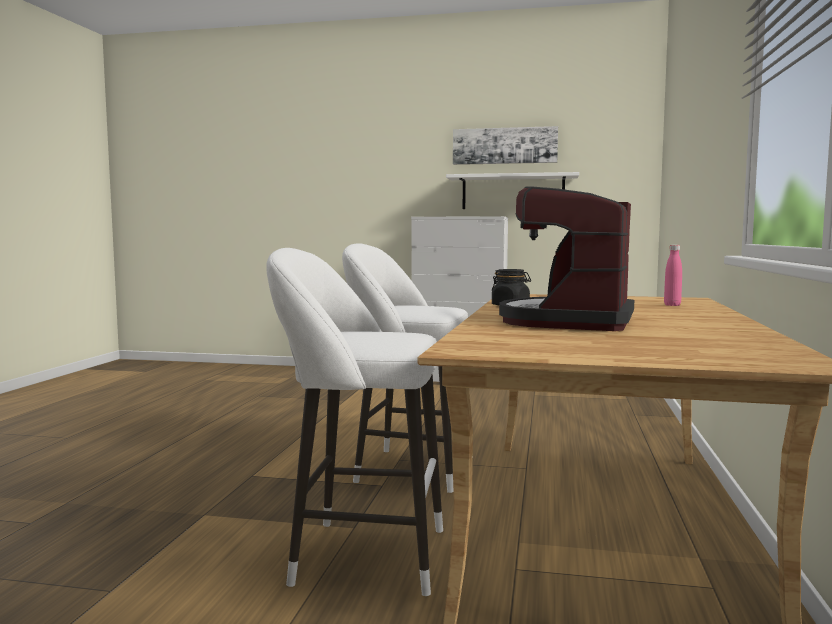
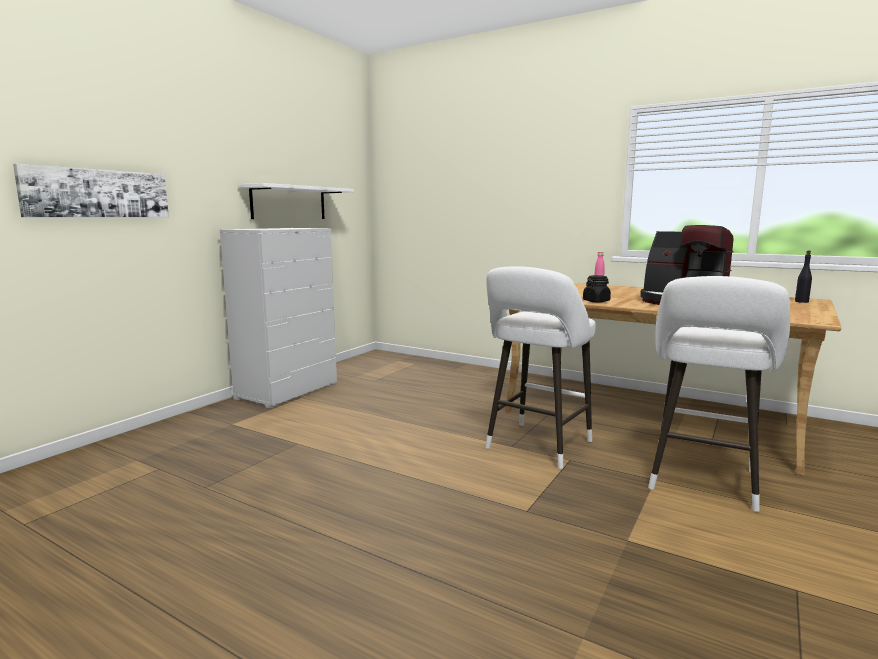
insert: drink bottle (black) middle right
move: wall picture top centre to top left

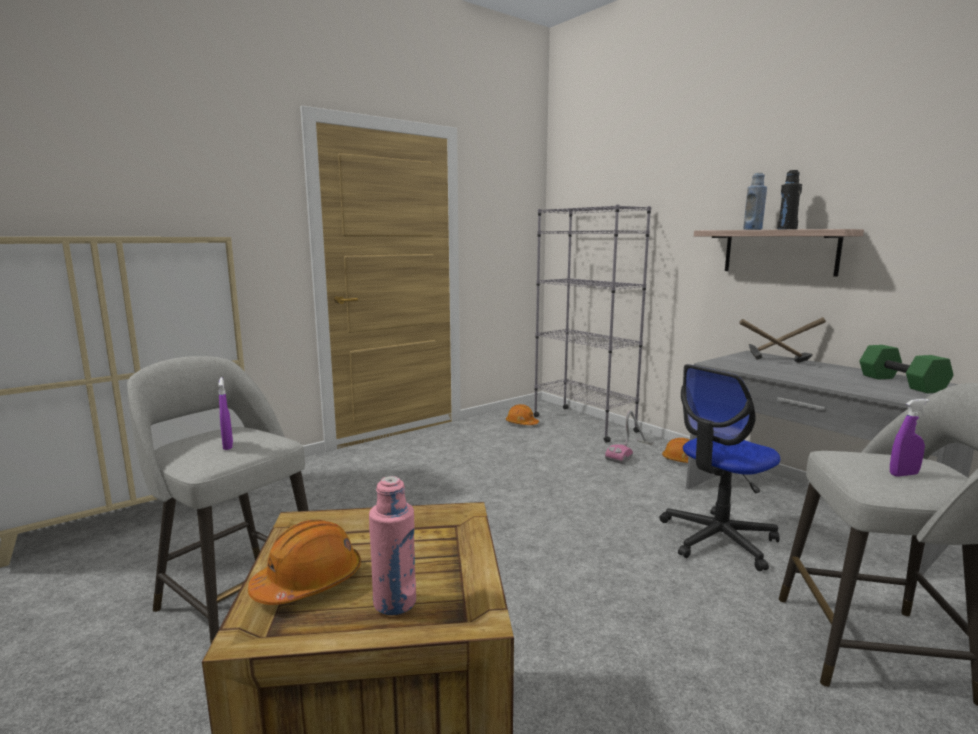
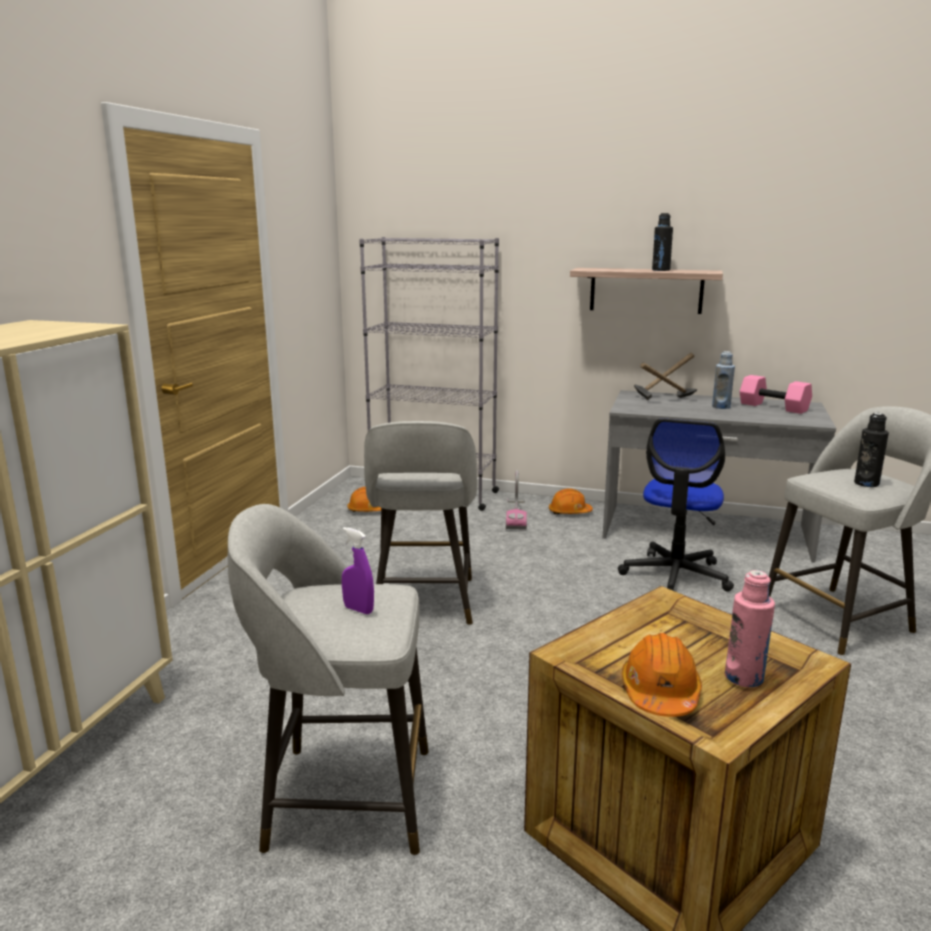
insert: sitting stool (grey) (2nd from left) centre
move: drink bottle (blue-coloured) top right to middle right
replace: sprayer (purple) (2nd from left) middle right to drink bottle (black) (2nd from left) middle right
recolor: hand weight (green) middle right to hand weight (pinkish) middle right

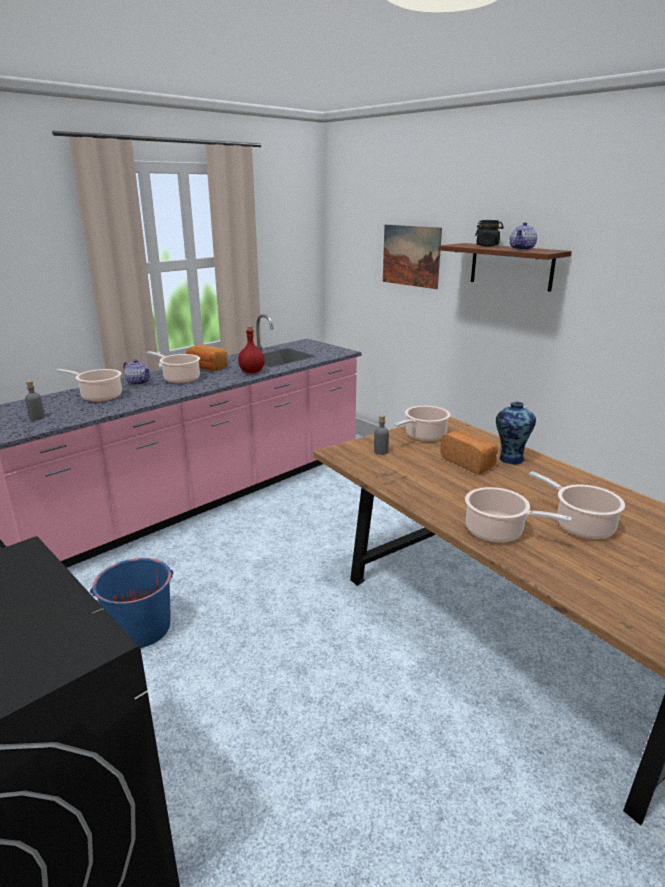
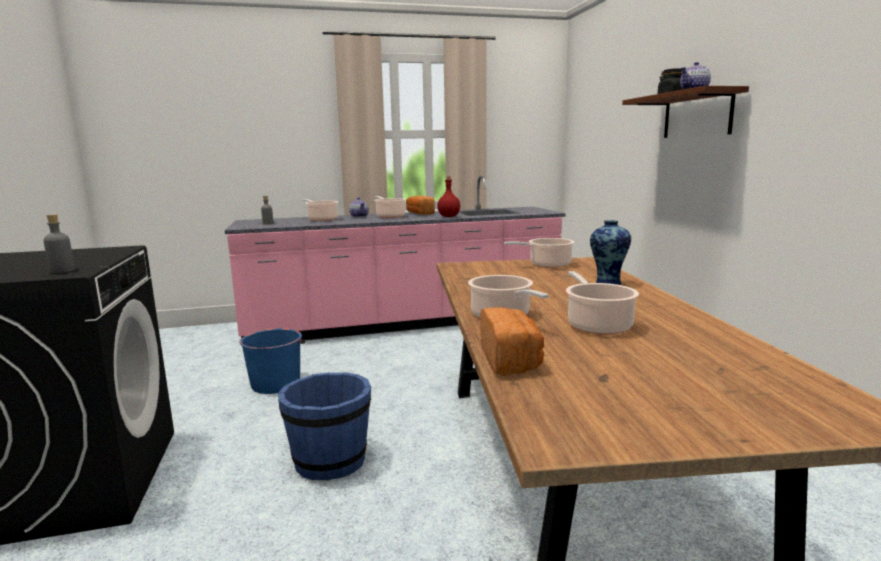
delete: wall picture top centre
insert: water bucket (blue-coloured) (2nd from left) bottom centre
move: drink bottle (grey) (2nd from left in the first image) centre to drink bottle (grey) (1st from left) middle left; bread (2nd from left) middle right to centre

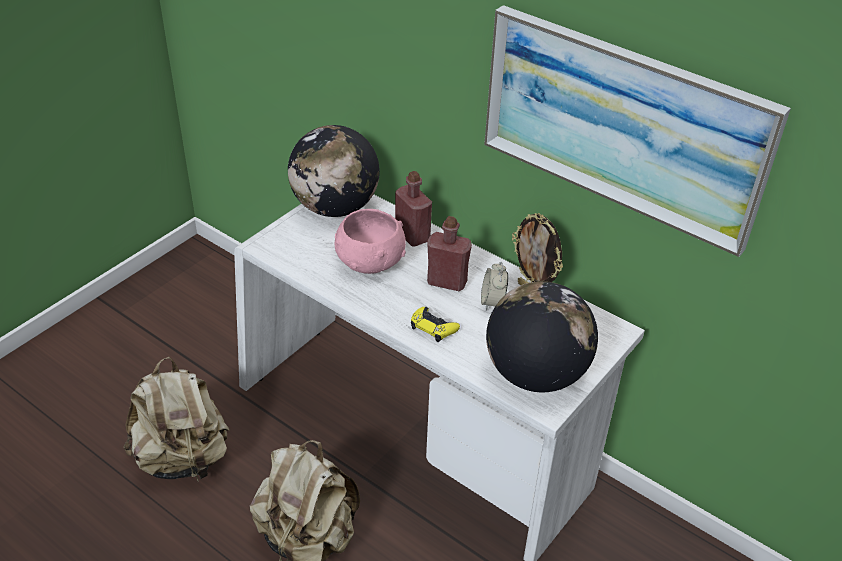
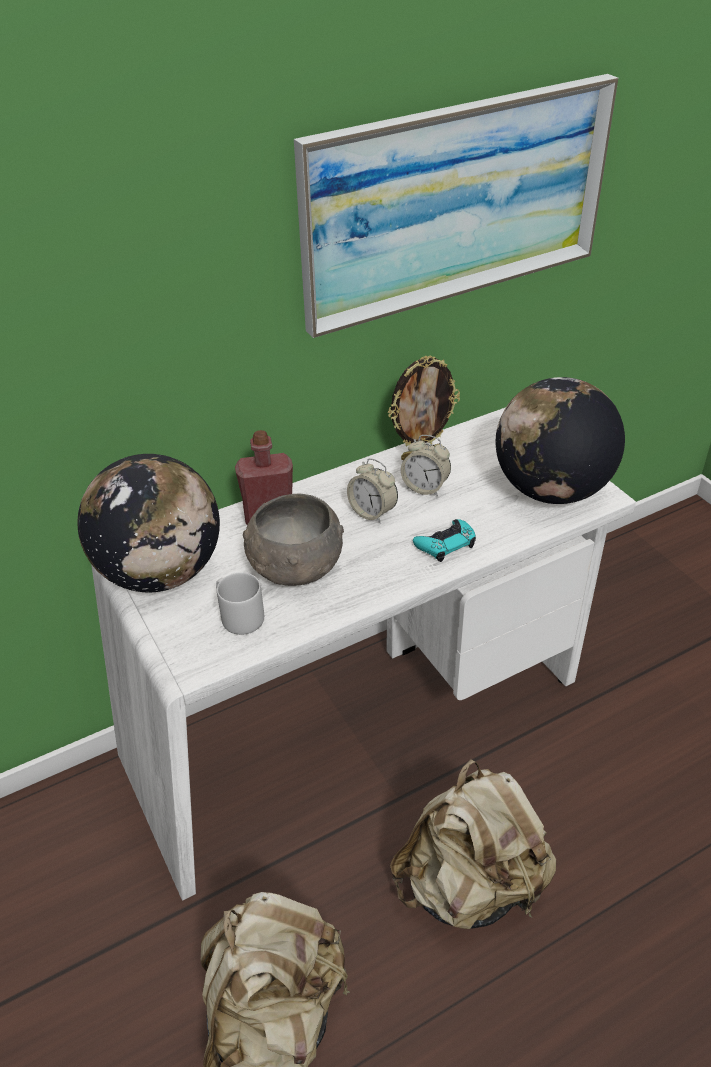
insert: mug (grey) centre
replace: drink bottle (reddish) (2nd from left) centre to alarm clock (1st from left) centre
recolor: bowl (pinkish) centre to bowl (grey) centre; joypad (yellow) centre to joypad (turquoise-coloured) centre

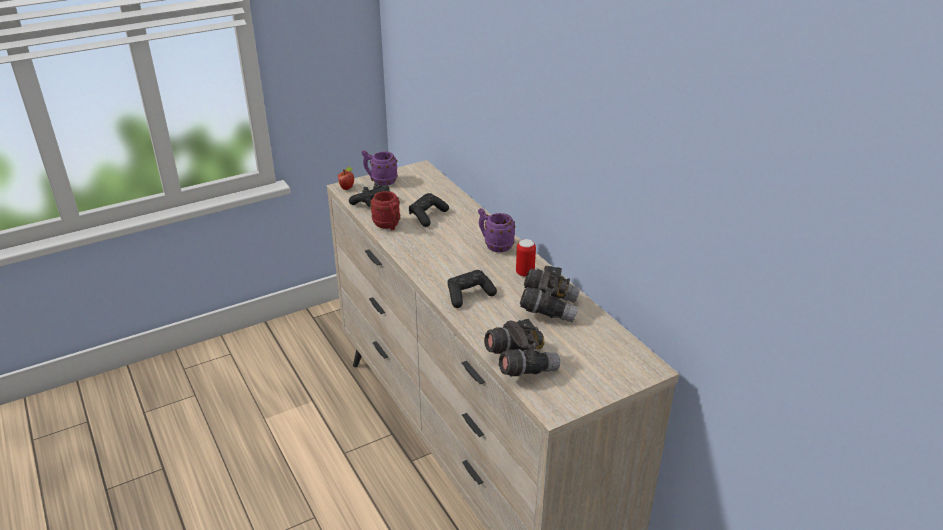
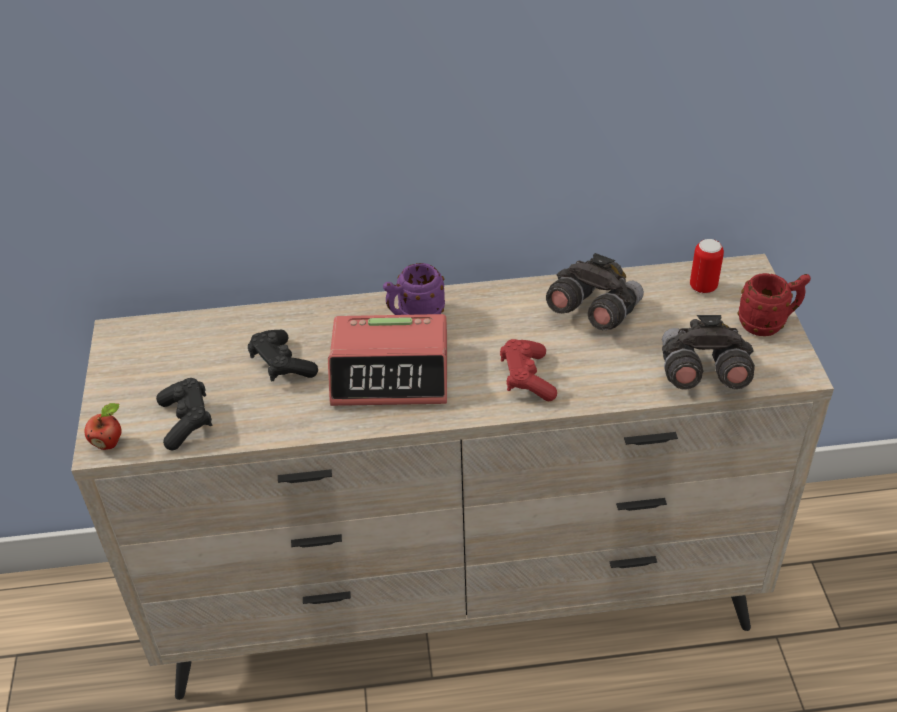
delete: mug (purple) (1st from left) top centre
insert: alarm clock centre
move: mug (reddish) centre to middle right; metal can centre to middle right
recolor: joypad (black) (3rd from left) centre to joypad (reddish) centre

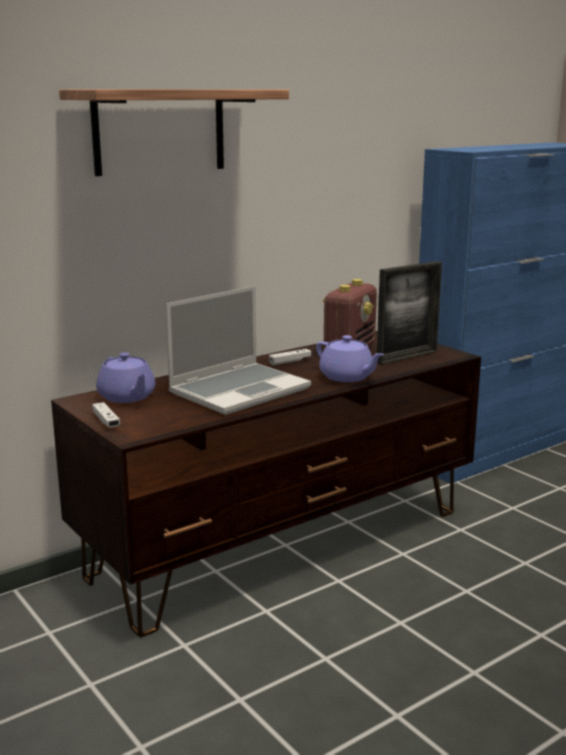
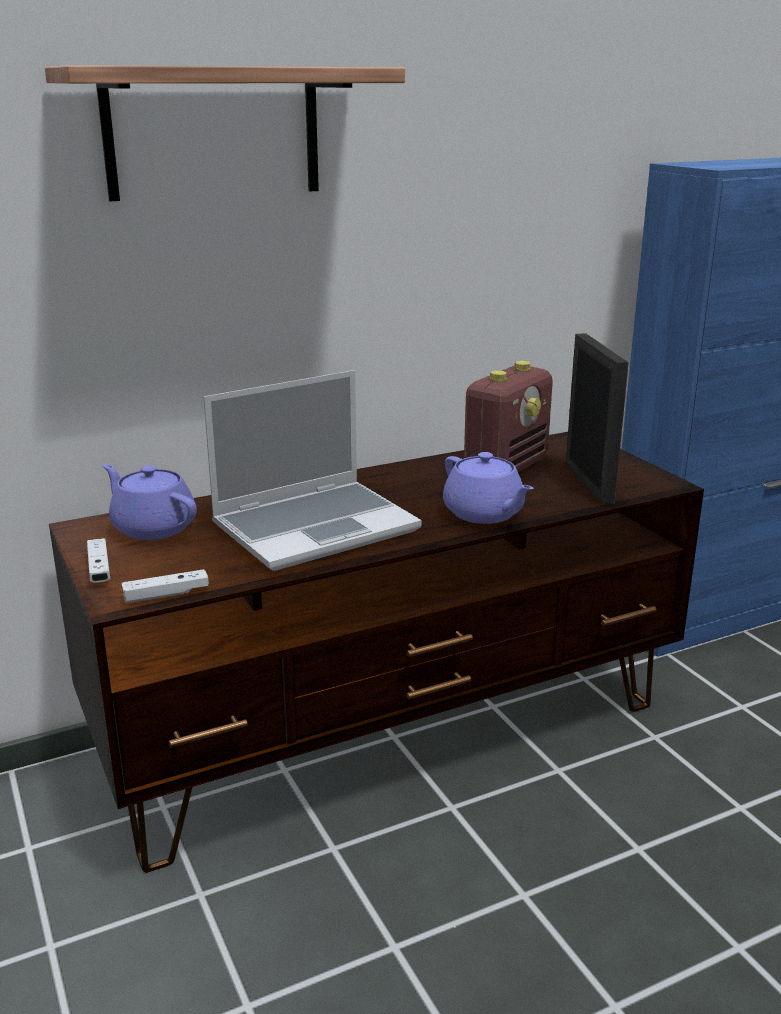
move: joypad (whitish) (2nd from left) centre to middle left
rotate: teapot (purple) (1st from left) middle left = middle left 150 degrees clockwise; standing frame middle right = middle right 75 degrees counterclockwise

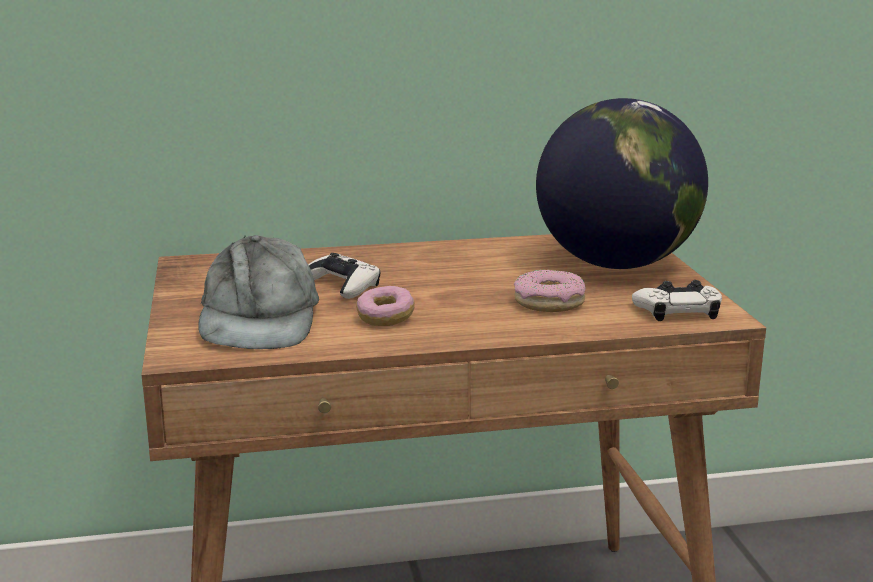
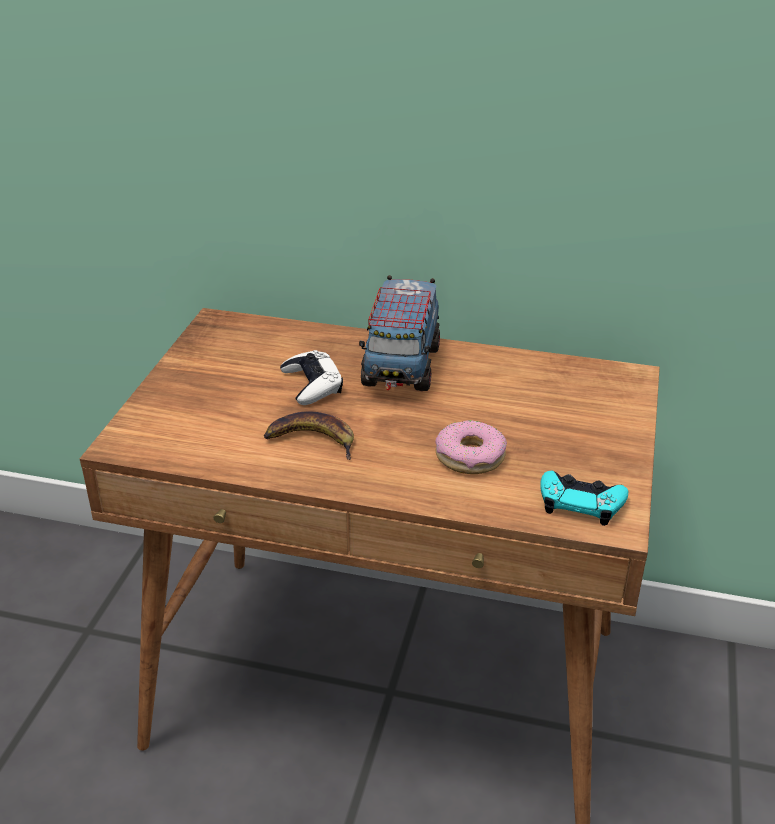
delete: baseball cap (grey) middle left; desk globe top right
insert: toy truck centre
replace: doughnut (1st from left) centre to banana centre
recolor: joypad (whitish) (2nd from left) middle right to joypad (turquoise-coloured) middle right

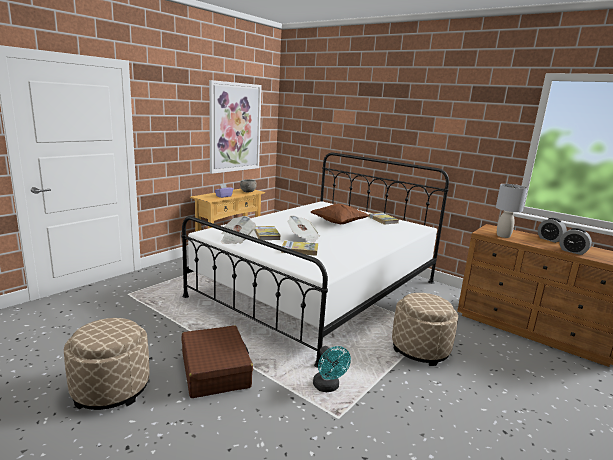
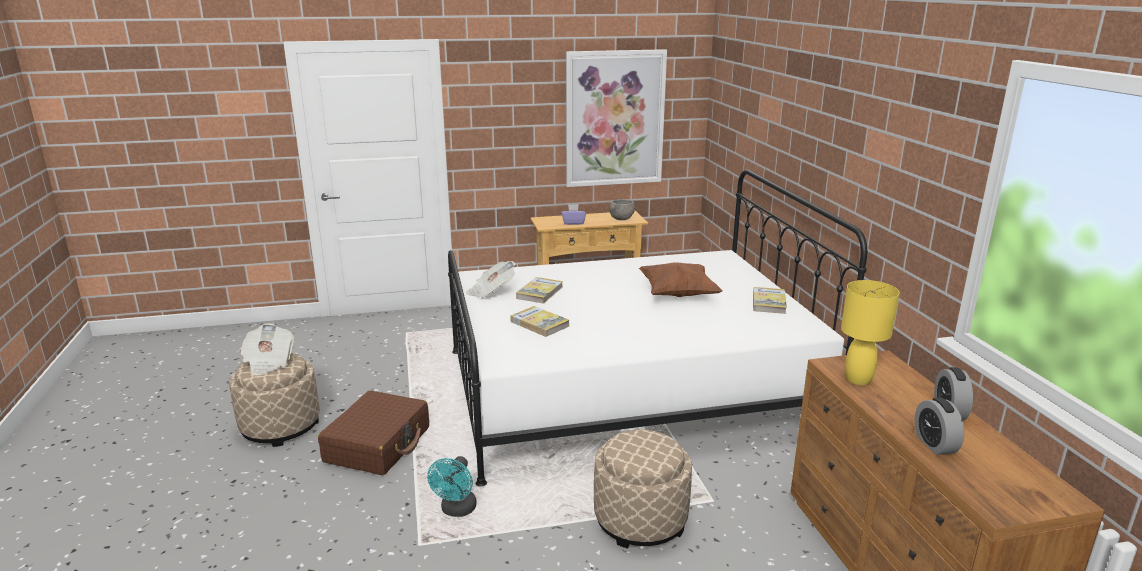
move: daily paper (2nd from left in the first image) centre to daily paper (1st from left) middle left
recolor: lamp for a table (grey) middle right to lamp for a table (yellow) middle right

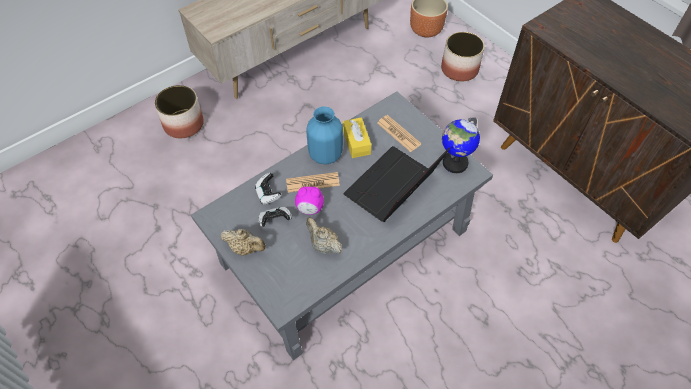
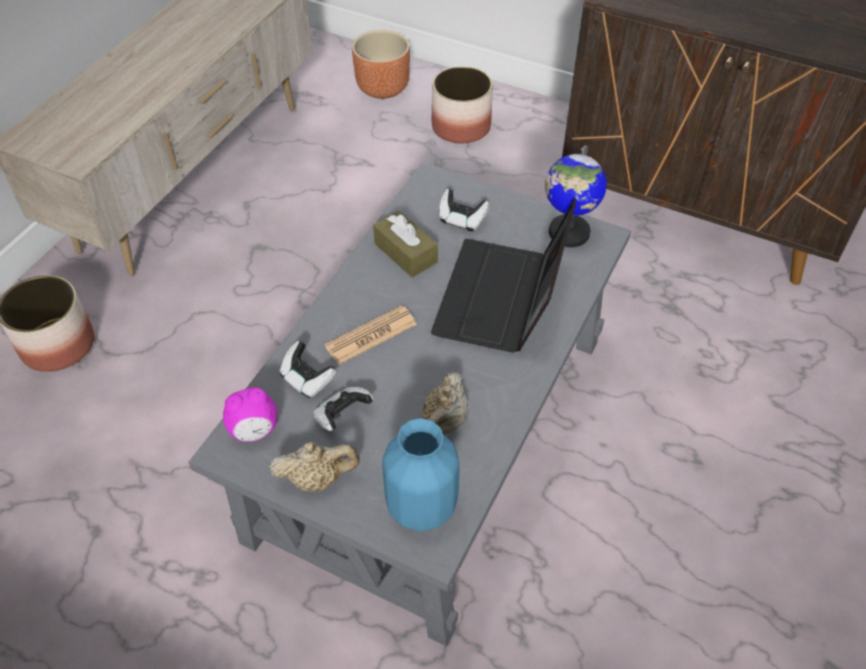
move: alarm clock centre to middle left; decorative vase (blue-coloured) centre to bottom centre
replace: daily paper (2nd from left) centre to joypad (3rd from left) top centre
recolor: tissue holder (yellow) centre to tissue holder (brown-coloured) centre
rotate: teapot (sand-coloured) (2nd from left) centre = centre 90 degrees counterclockwise

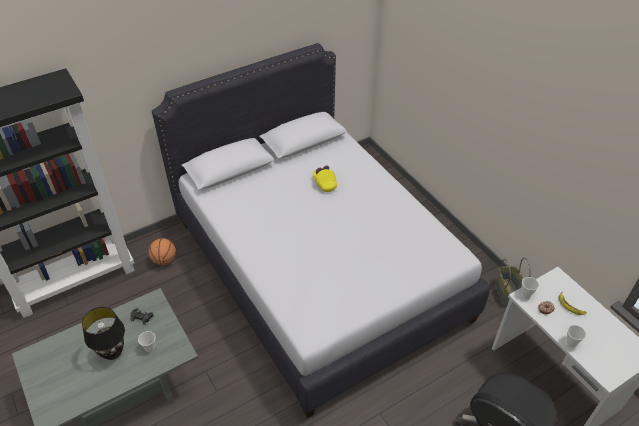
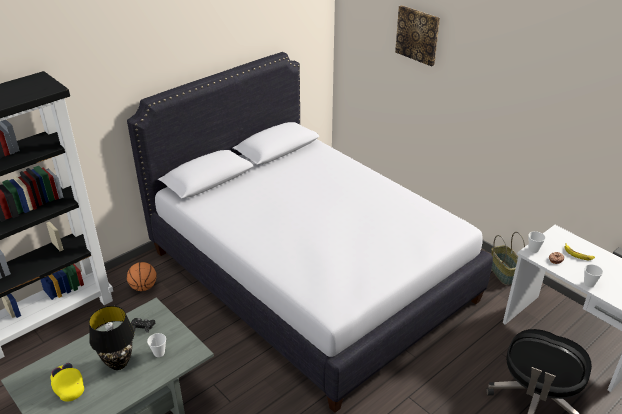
insert: wall picture top right
move: baseball cap (yellow) centre to bottom left

